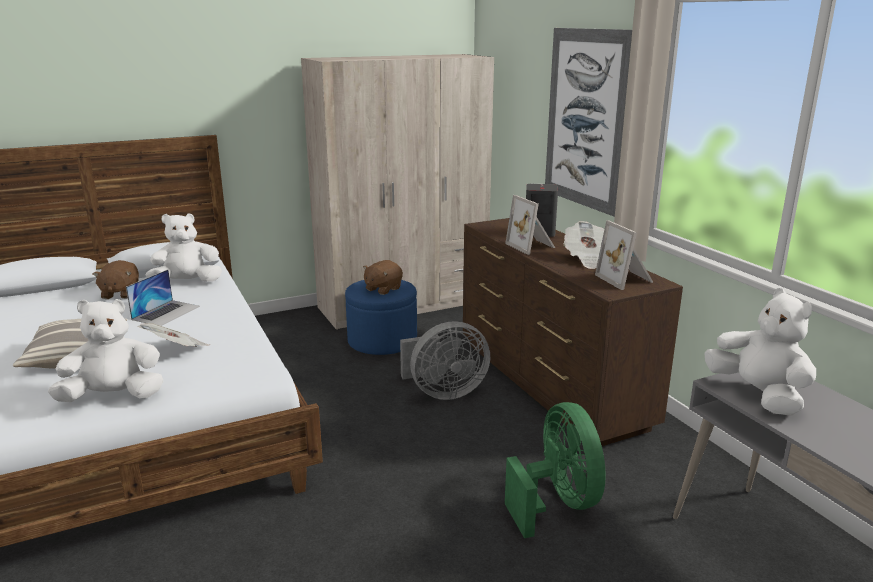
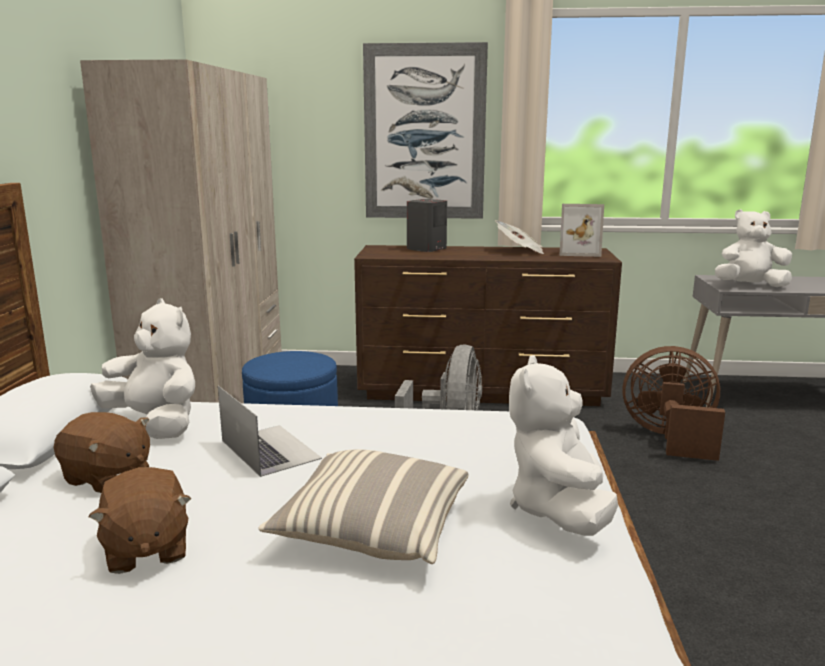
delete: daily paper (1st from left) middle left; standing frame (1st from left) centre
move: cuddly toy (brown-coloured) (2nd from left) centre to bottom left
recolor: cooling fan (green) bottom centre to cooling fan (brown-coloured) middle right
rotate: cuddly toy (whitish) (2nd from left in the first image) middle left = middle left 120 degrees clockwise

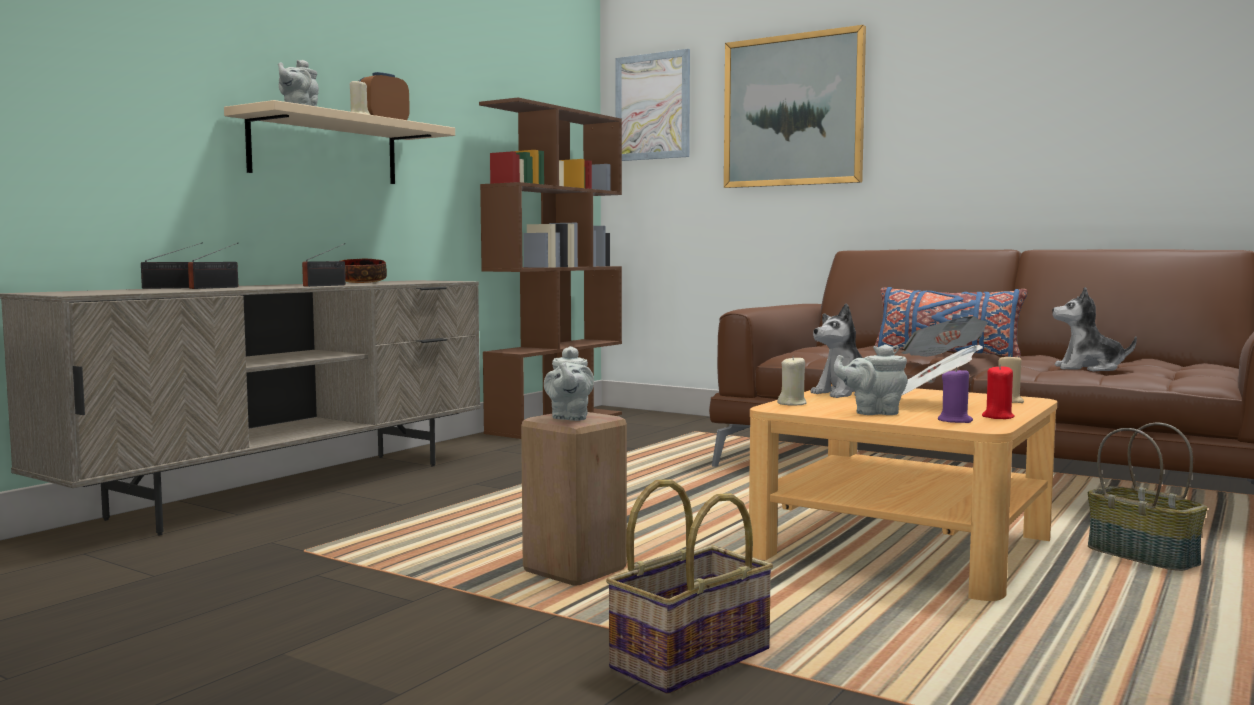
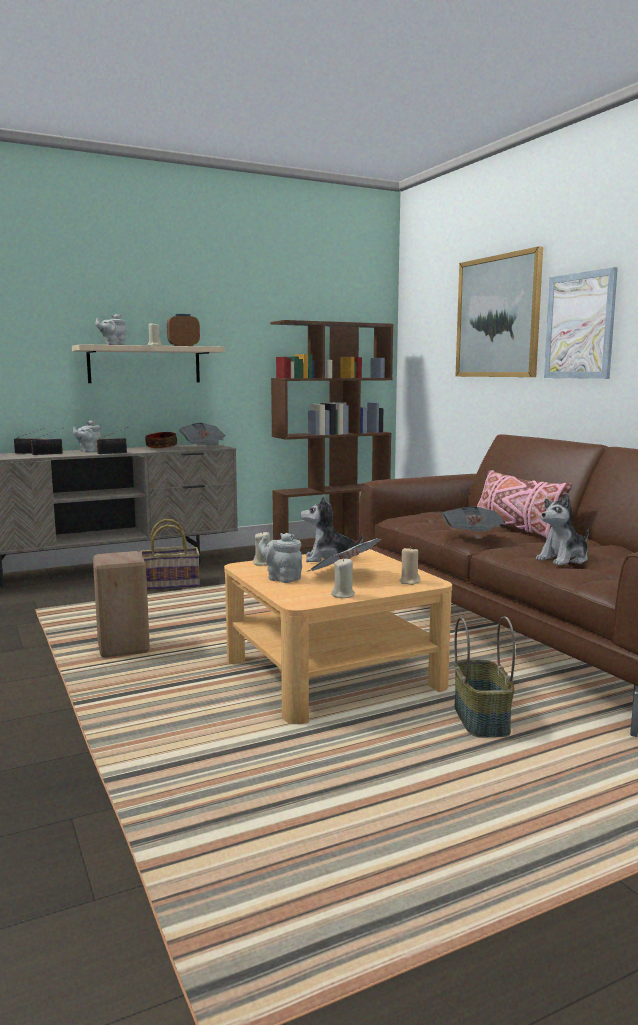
delete: wax light (purple) middle right
insert: daily paper (1st from left) middle left
move: teapot (grey) (2nd from left in the first image) centre to teapot (grey) (1st from left) middle left; storage basket (1st from left) bottom centre to middle left; wall picture (1st from left in the first image) top centre to wall picture (2nd from left) top right
recolor: pillow (blue-coloured) middle right to pillow (pinkish) middle right; wax light (reddish) middle right to wax light (sand-coloured) (3rd from left) centre
rotate: cuddly toy (2nd from left) middle right = middle right 75 degrees counterclockwise

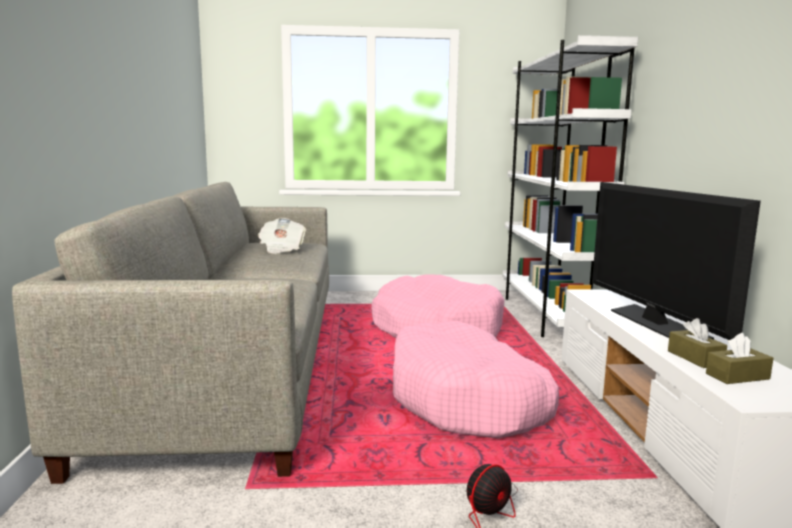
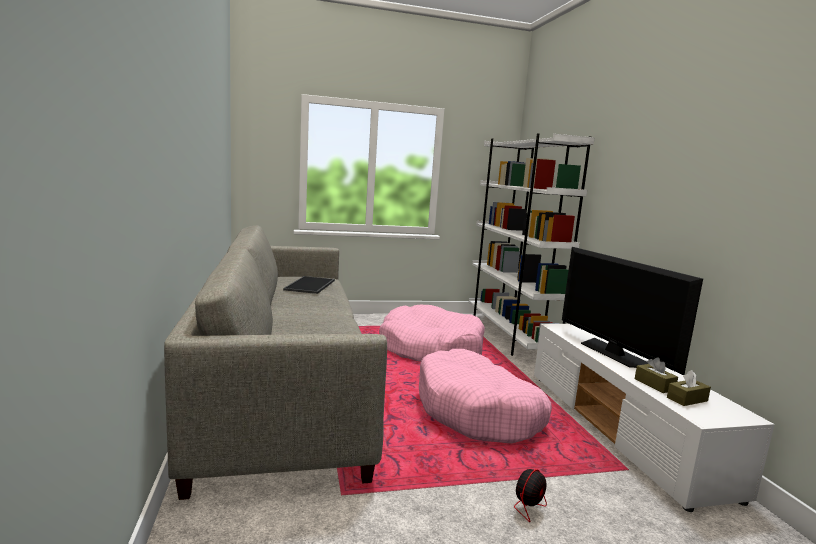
replace: daily paper centre to carrying tray centre

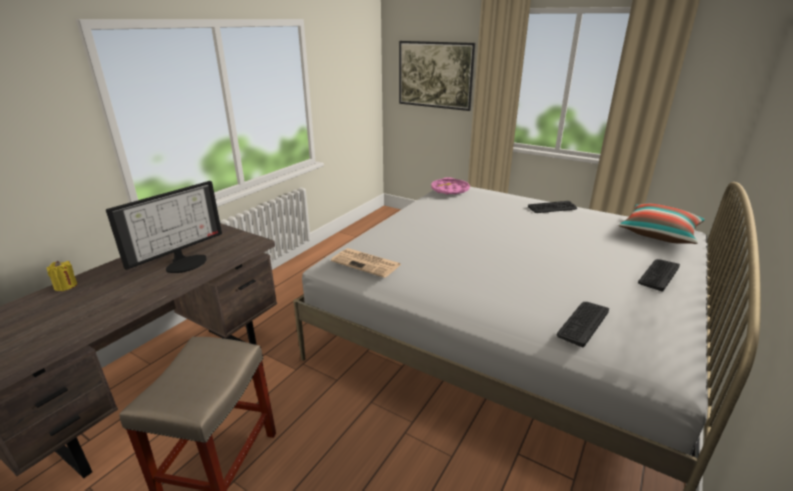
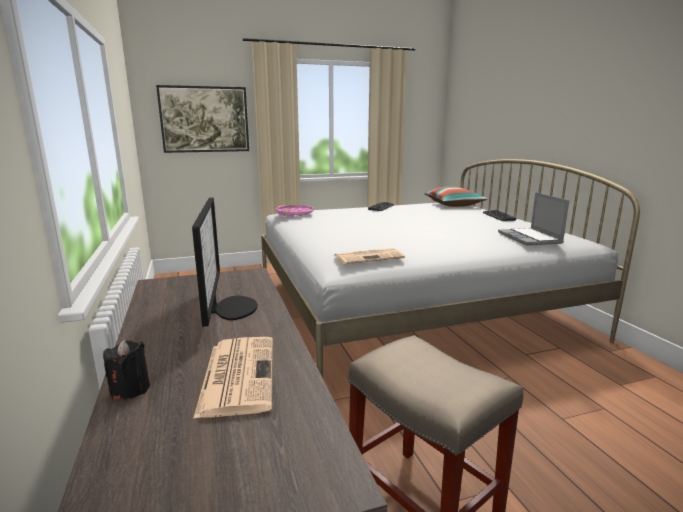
insert: daily paper (1st from left) bottom centre
replace: PC keyboard (2nd from left) middle right to laptop middle right
recolor: wax light (yellow) middle left to wax light (black) bottom left

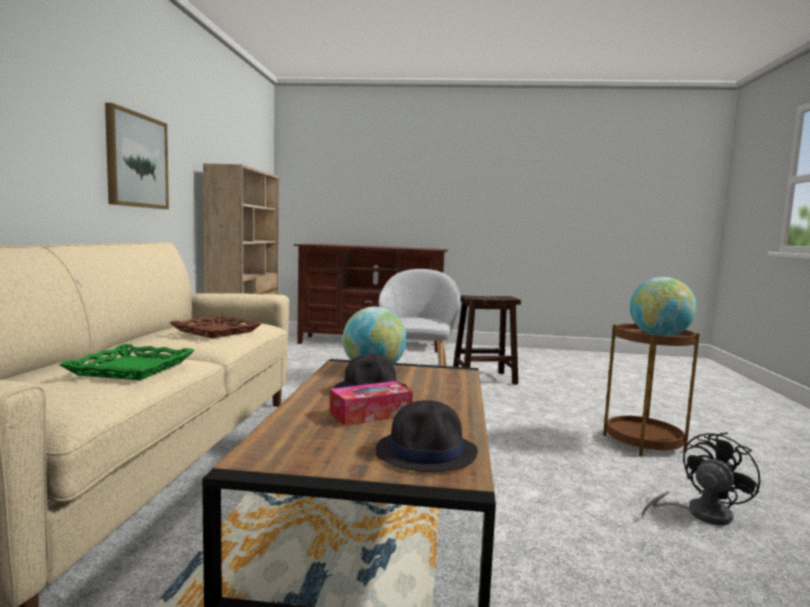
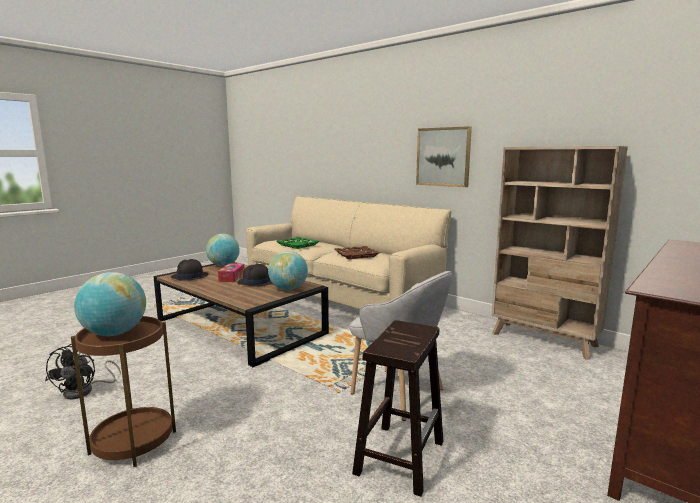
insert: desk globe (2nd from left) middle left

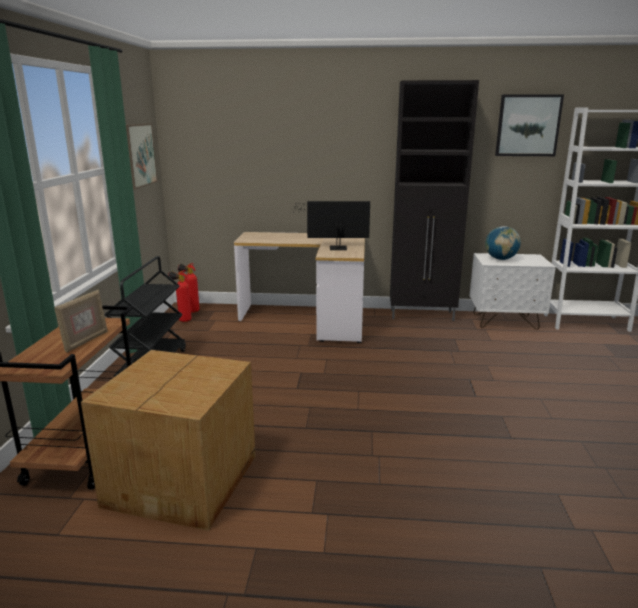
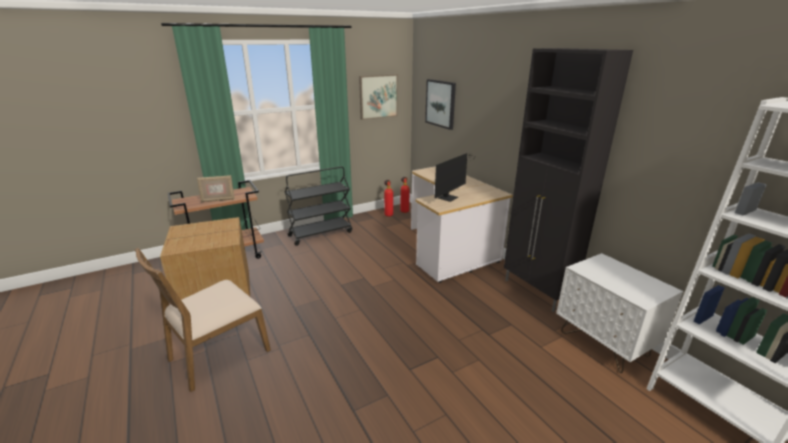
delete: desk globe middle right
insert: upright chair (brown-coloured) bottom left
move: wall picture (2nd from left) top right to top centre
rotate: computer screen centre = centre 75 degrees clockwise

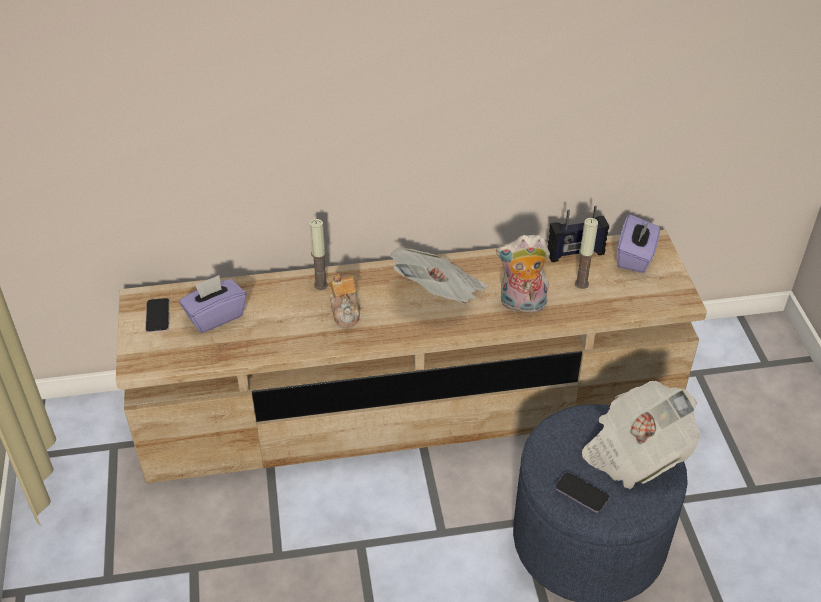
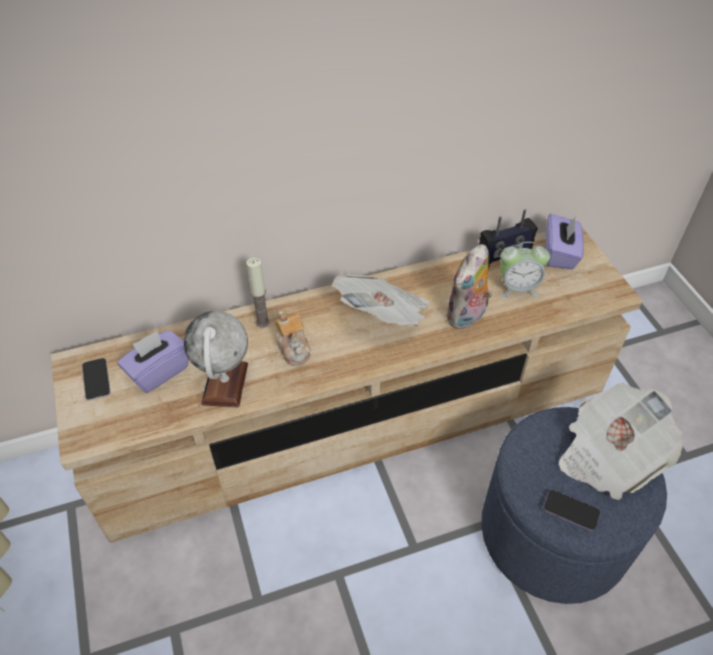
insert: desk globe middle left
replace: wax light (2nd from left) middle right to alarm clock middle right
rotate: cuddly toy centre = centre 45 degrees counterclockwise

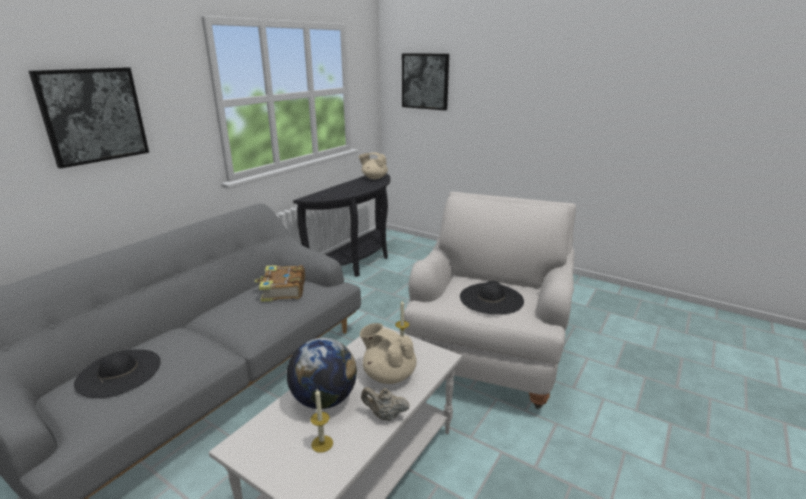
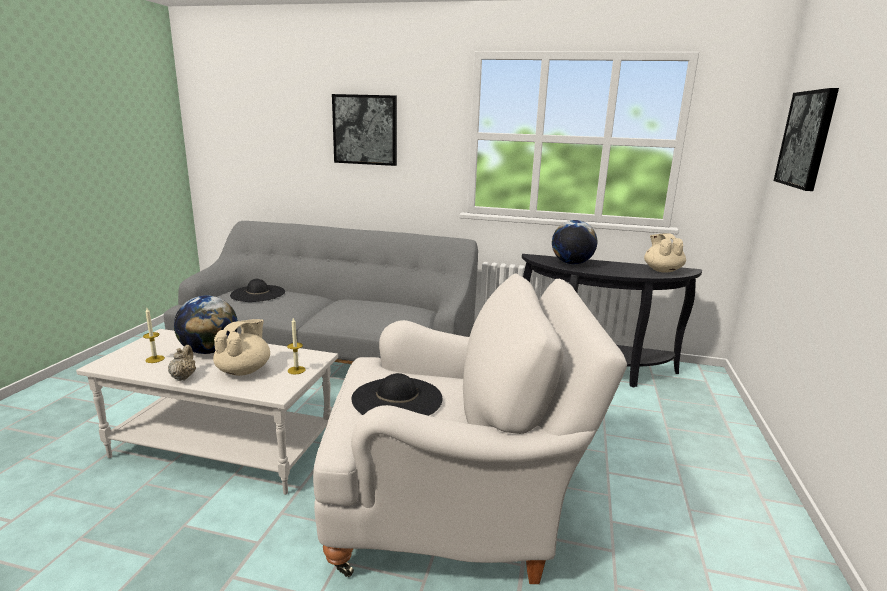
delete: bound book centre
insert: desk globe (2nd from left) centre

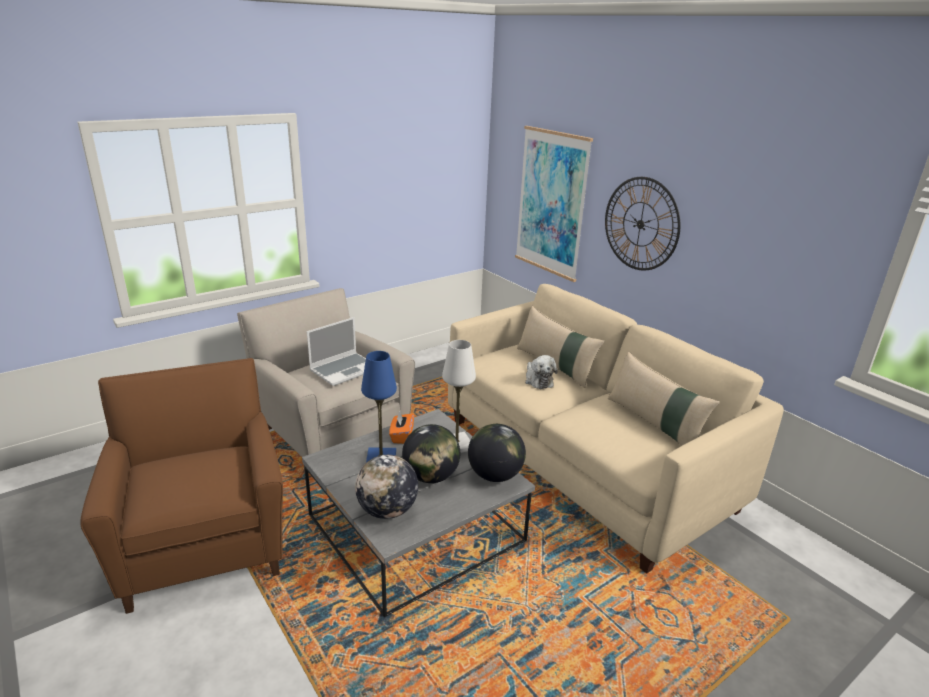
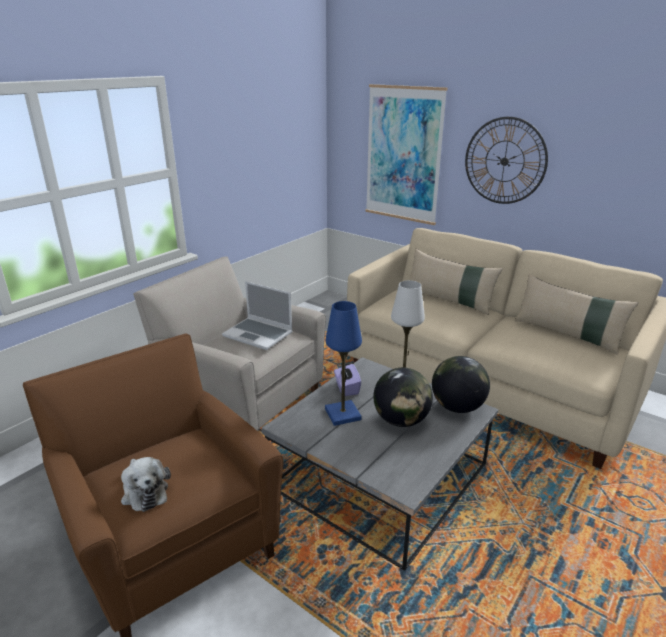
delete: desk globe (1st from left) bottom centre
move: cuddly toy centre to bottom left
recolor: tissue holder (orange-coloured) centre to tissue holder (purple) centre
rotate: laptop centre = centre 90 degrees clockwise

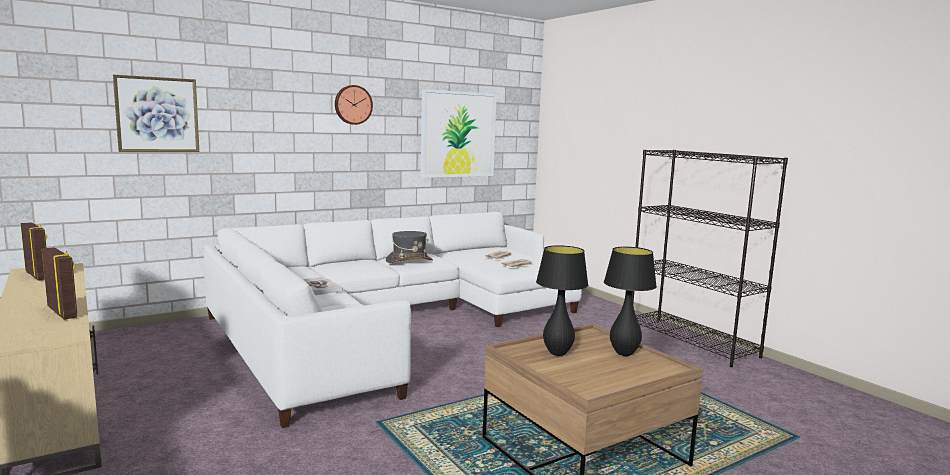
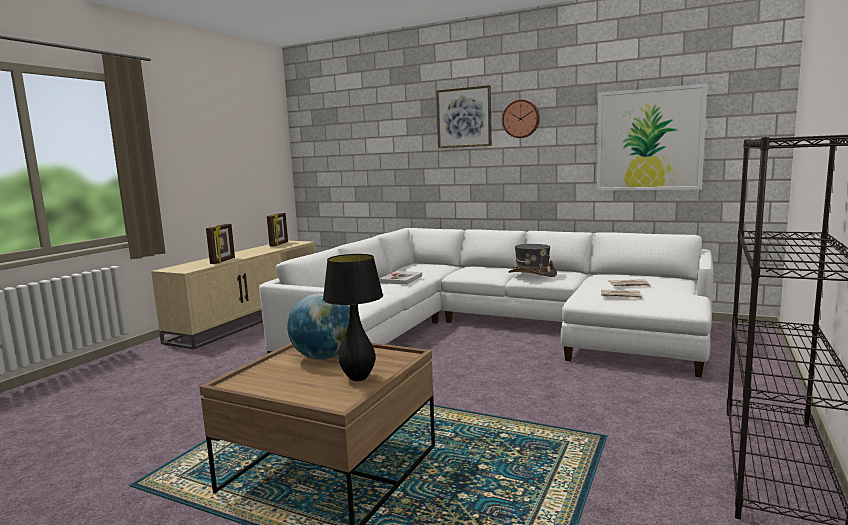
move: wall picture (1st from left) top left to top centre
replace: lamp for a table (black) (1st from left) centre to desk globe centre

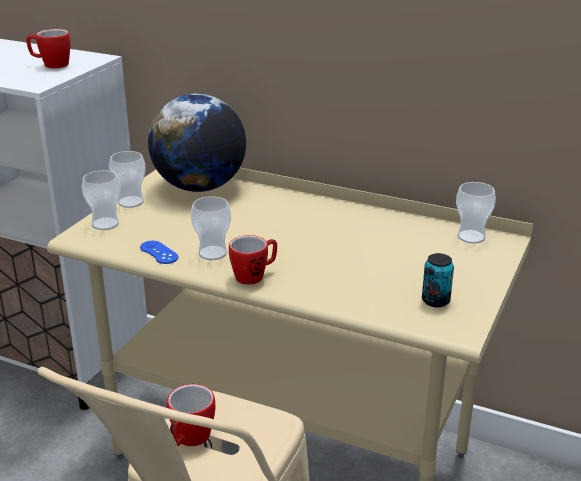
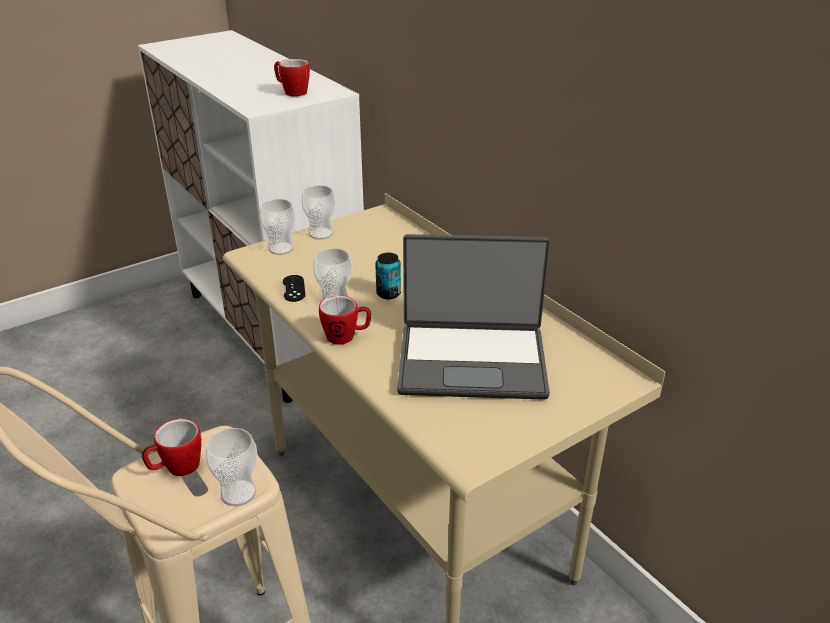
delete: desk globe top centre
insert: laptop centre
move: metal can middle right to centre; small cup (4th from left in the first image) middle right to small cup (1st from left) bottom left
recolor: joypad (blue-coloured) middle left to joypad (black) centre

